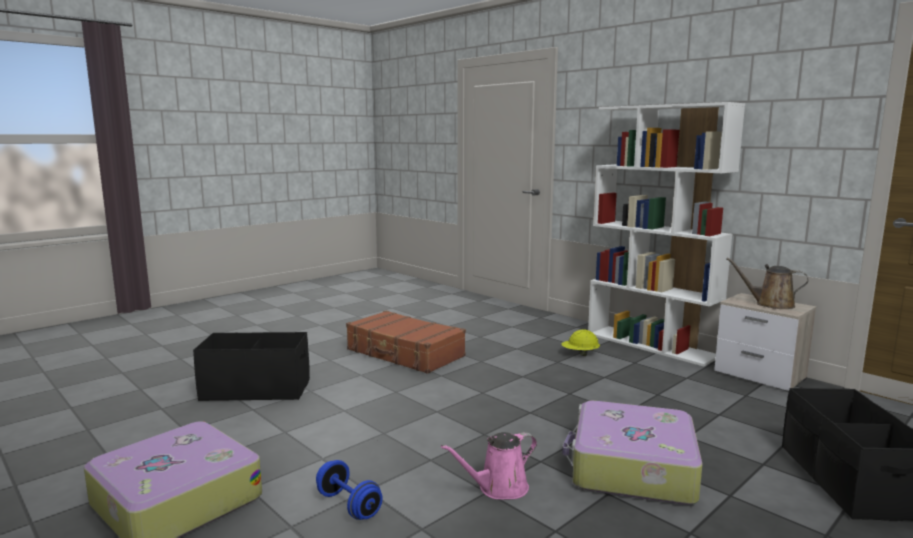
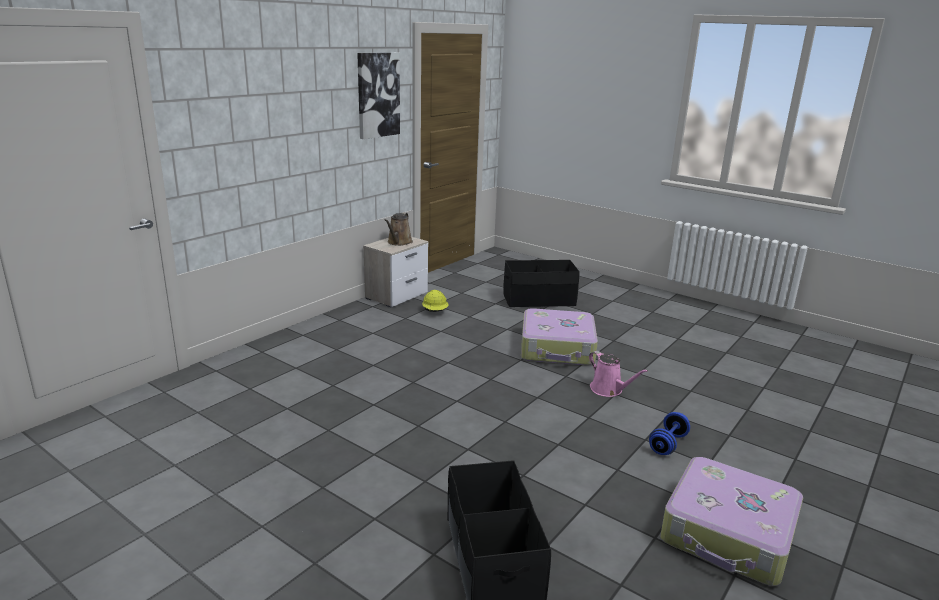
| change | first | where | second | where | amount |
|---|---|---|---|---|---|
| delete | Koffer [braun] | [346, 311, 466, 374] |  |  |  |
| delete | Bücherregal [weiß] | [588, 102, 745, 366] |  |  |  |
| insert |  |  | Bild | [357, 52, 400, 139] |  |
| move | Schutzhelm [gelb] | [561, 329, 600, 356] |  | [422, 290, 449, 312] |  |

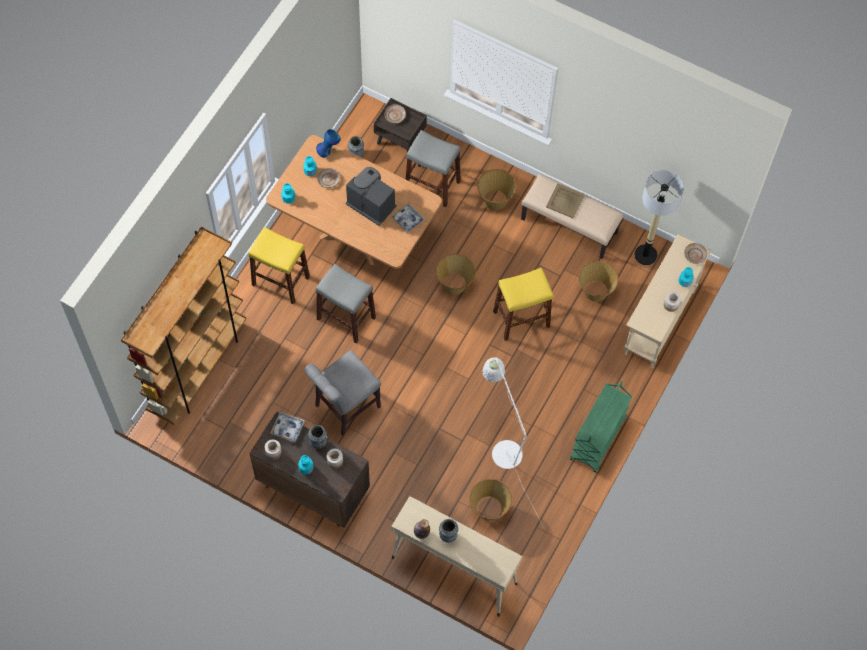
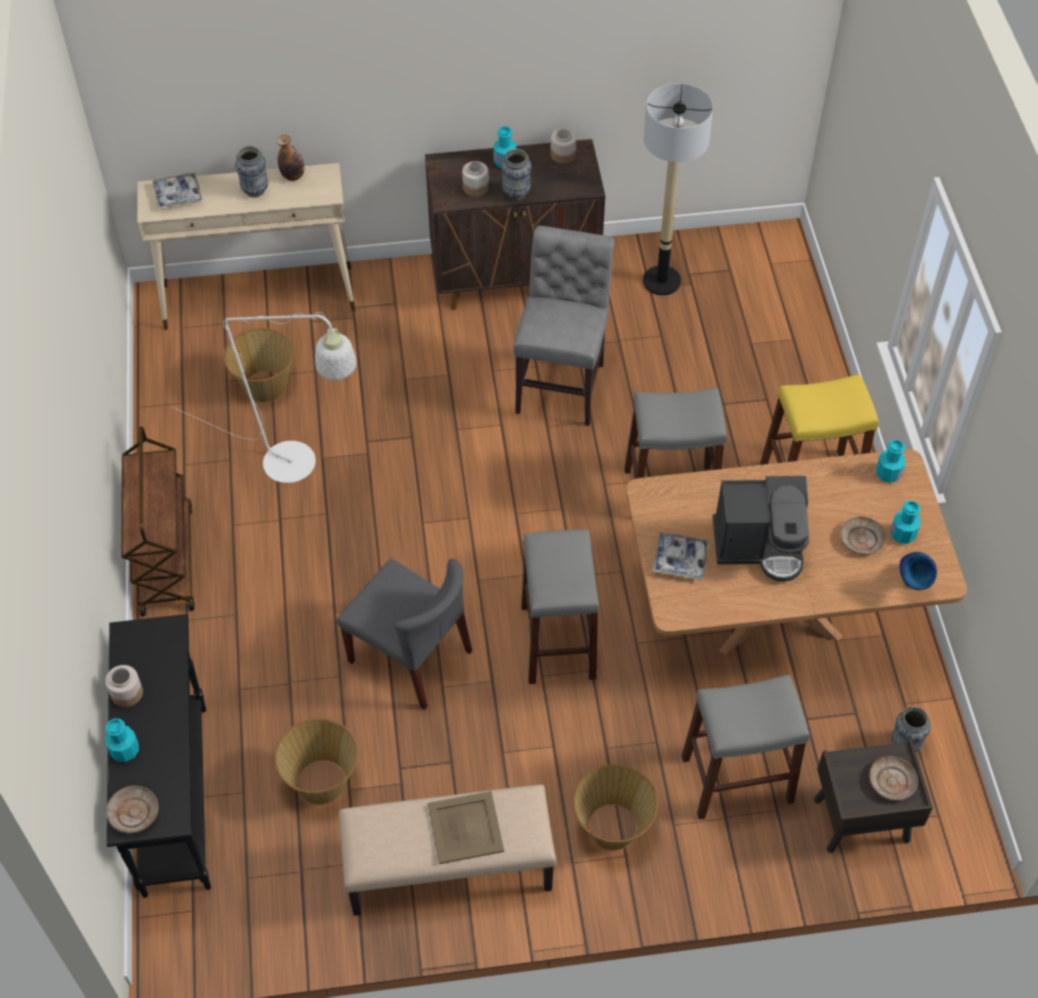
| change | first | where | second | where | amount |
|---|---|---|---|---|---|
| delete | Bücherregal [braun] | [121, 226, 246, 425] |  |  |  |
| move | Tablett | [270, 412, 305, 443] |  | [152, 172, 202, 209] |  |
| move | Stehlampe | [635, 170, 684, 265] |  | [643, 83, 713, 295] |  |
| replace | Korb | [436, 254, 476, 295] | Hocker [grau] | [521, 529, 600, 684] |  |
| replace | Hocker [gelb] | [493, 268, 553, 341] | Stuhl [grau] | [337, 559, 472, 710] |  |
| recolor | Rollwagen [grün] | [570, 381, 632, 473] | Rollwagen [braun] | [121, 426, 195, 616] |  |
| recolor | Konsolentisch [beige] | [624, 234, 712, 368] | Konsolentisch [schwarz] | [107, 614, 211, 898] |  |

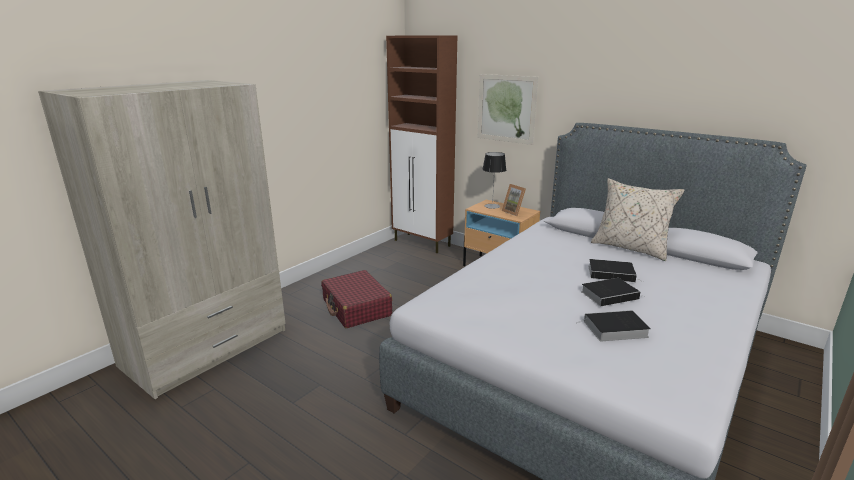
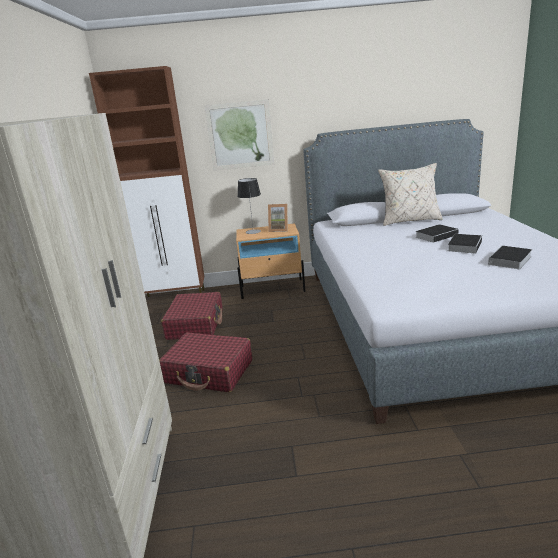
| change | first | where | second | where | amount |
|---|---|---|---|---|---|
| insert |  |  | Koffer [rot] | [161, 292, 223, 340] |  |

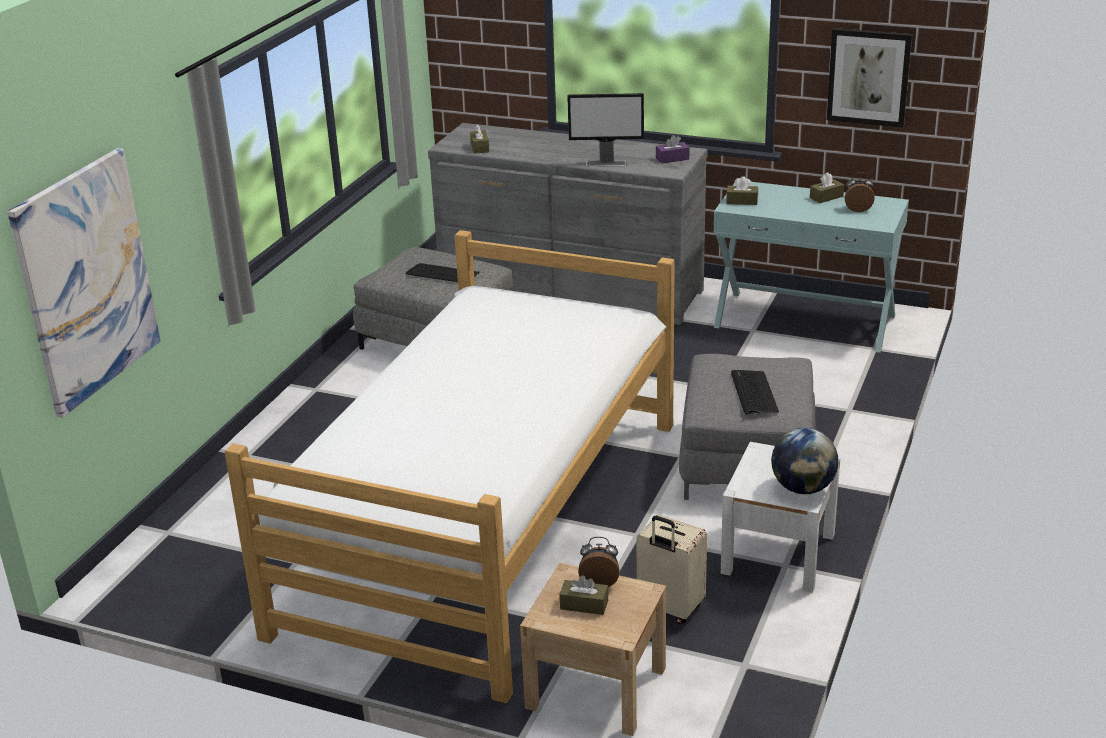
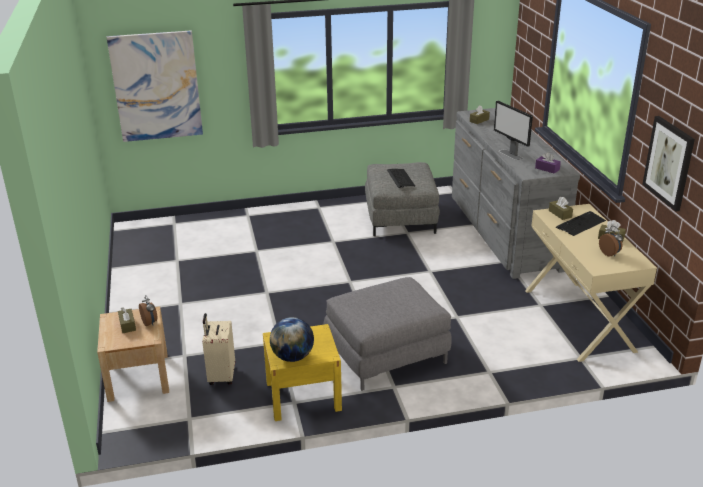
| change | first | where | second | where | amount |
|---|---|---|---|---|---|
| delete | Bett | [225, 230, 675, 703] |  |  |  |
| move | Tastatur | [731, 370, 779, 414] |  | [556, 211, 606, 236] |  |
| recolor | Konsolentisch [türkis] | [713, 182, 909, 353] | Konsolentisch [beige] | [525, 204, 657, 362] |  |
| recolor | Nachttisch [weiß] | [721, 442, 840, 593] | Nachttisch [gelb] | [263, 324, 342, 421] |  |

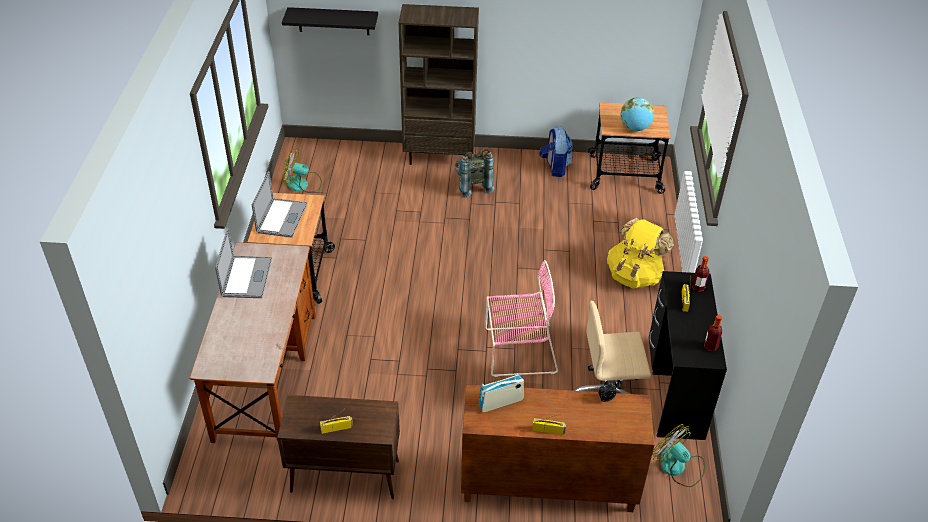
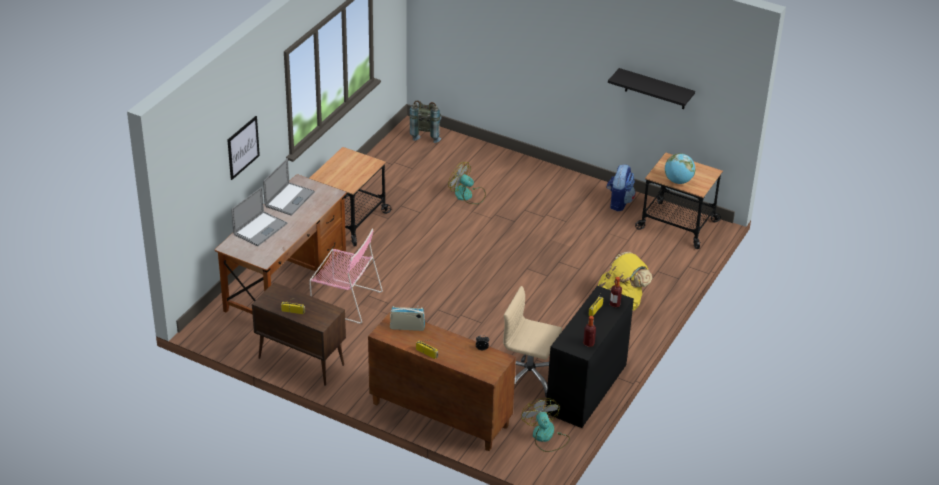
| change | first | where | second | where | amount |
|---|---|---|---|---|---|
| delete | Bücherregal [braun] | [398, 4, 479, 165] |  |  |  |
| insert |  |  | Bild | [228, 116, 260, 180] |  |
| move | Laptop | [252, 171, 307, 237] |  | [231, 187, 287, 246] |  |
| move | Wandregal [schwarz] | [282, 7, 378, 35] |  | [608, 68, 695, 109] |  |
| move | Ventilator | [282, 149, 322, 193] |  | [448, 162, 486, 204] |  |
| move | Rucksack [grau] | [455, 149, 495, 197] |  | [410, 100, 442, 143] |  |
| move | Stuhl [rosa] | [485, 260, 558, 377] |  | [309, 229, 383, 324] |  |

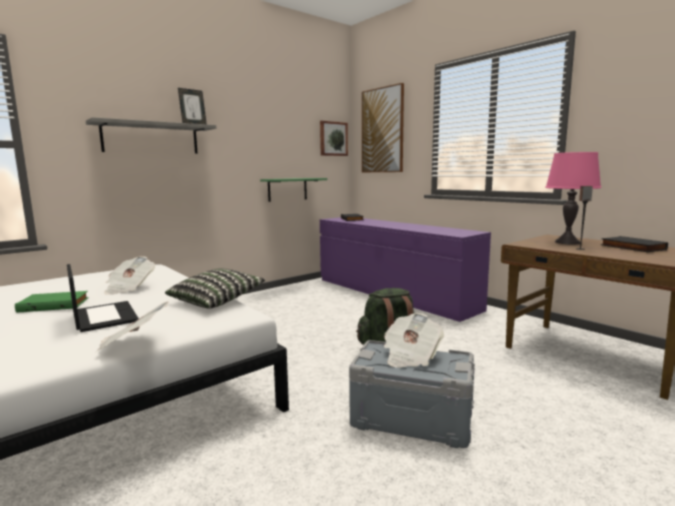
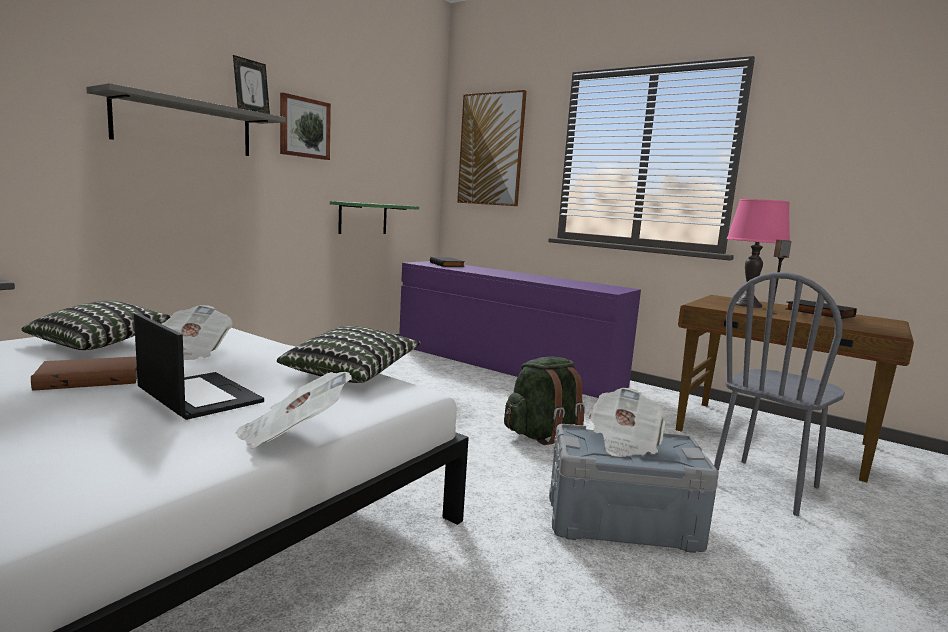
| change | first | where | second | where | amount |
|---|---|---|---|---|---|
| insert |  |  | Kissen | [22, 301, 171, 350] |  |
| insert |  |  | Stuhl [grau] | [714, 272, 845, 516] |  |
| move | Bild | [320, 121, 348, 156] |  | [280, 93, 331, 160] |  |
| recolor | Buch [grün] | [15, 291, 89, 313] | Buch [braun] | [31, 357, 137, 391] |  |

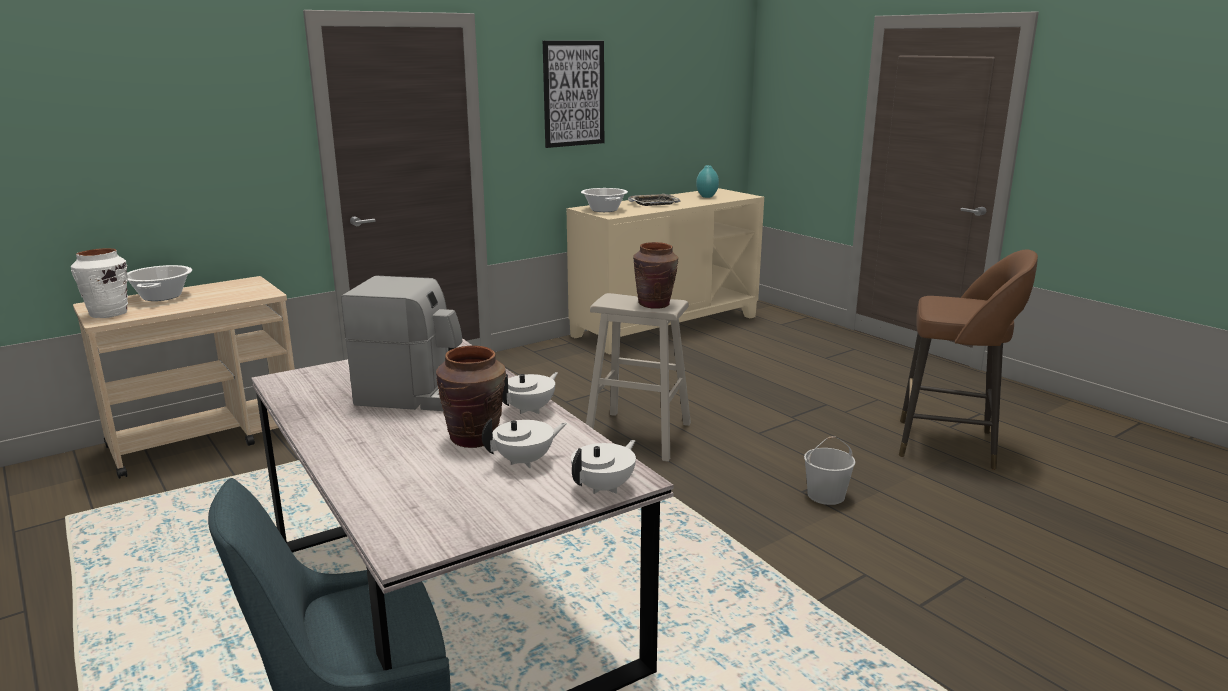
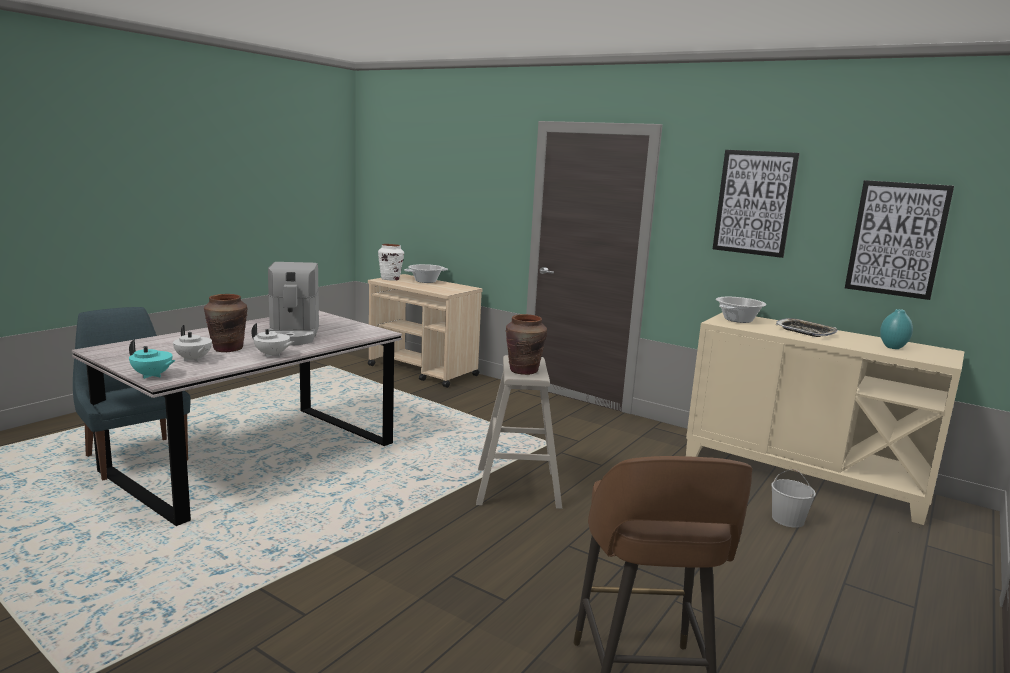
| change | first | where | second | where | amount |
|---|---|---|---|---|---|
| insert |  |  | Bild | [845, 180, 954, 300] |  |
| move | Eimer [weiß] | [804, 436, 855, 505] |  | [771, 469, 816, 528] |  |
| recolor | Teekanne [weiß] | [571, 440, 636, 494] | Teekanne [türkis] | [129, 340, 175, 379] |  |

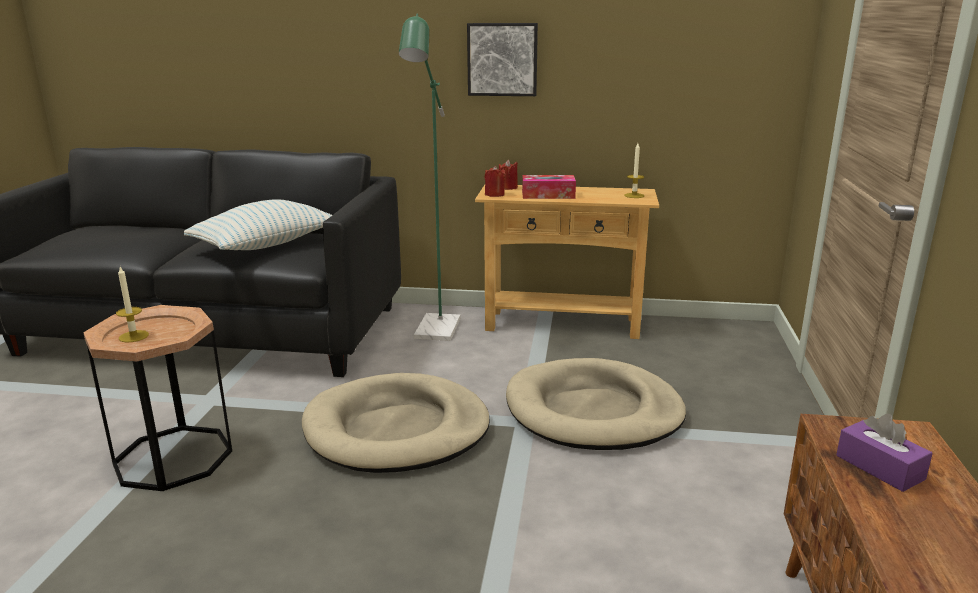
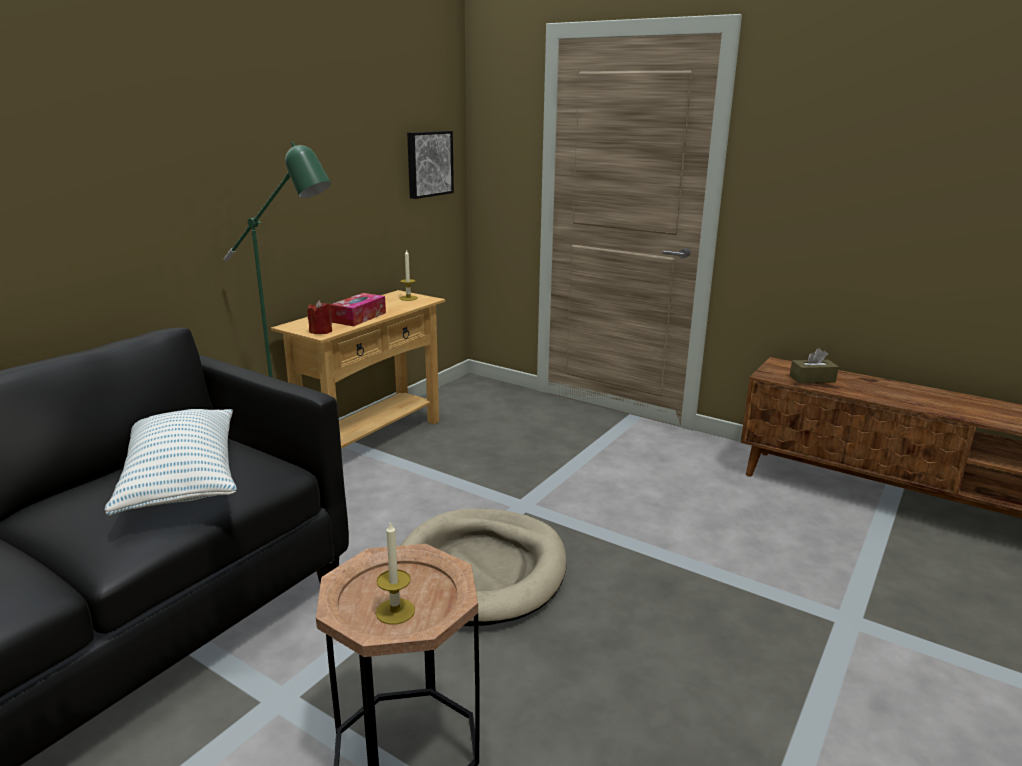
| change | first | where | second | where | amount |
|---|---|---|---|---|---|
| delete | Kerze [rot] | [499, 160, 518, 190] |  |  |  |
| delete | Hundebett [beige] | [506, 358, 686, 450] |  |  |  |
| move | Bild | [467, 23, 538, 96] |  | [407, 131, 454, 199] |  |
| recolor | Taschentuchbox [lila] | [836, 414, 933, 492] | Taschentuchbox [braun] | [790, 348, 839, 383] |  |

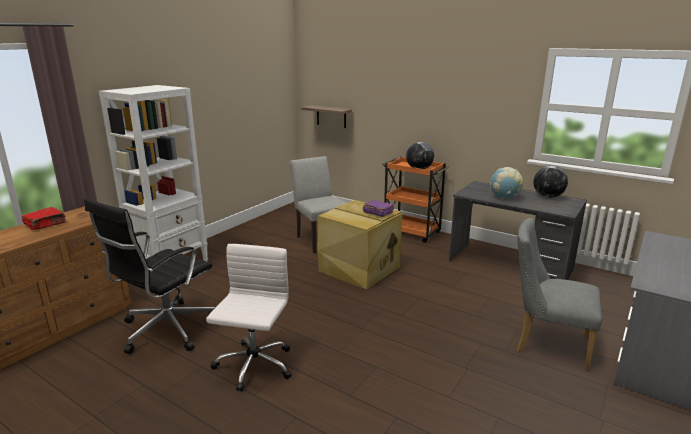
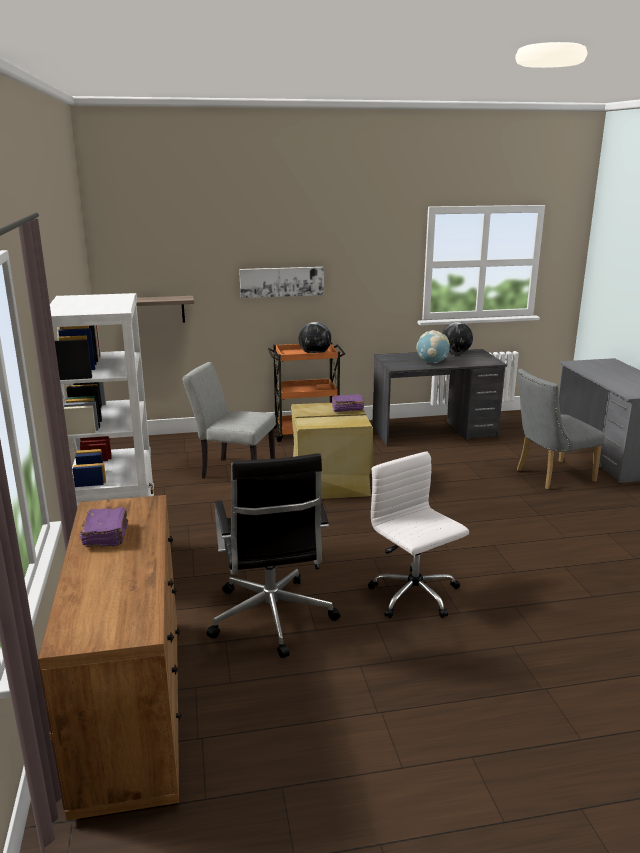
| change | first | where | second | where | amount |
|---|---|---|---|---|---|
| insert |  |  | Bild | [239, 267, 324, 298] |  |
| recolor | Buch [rot] | [21, 207, 66, 230] | Buch [lila] | [80, 507, 128, 547] |  |

